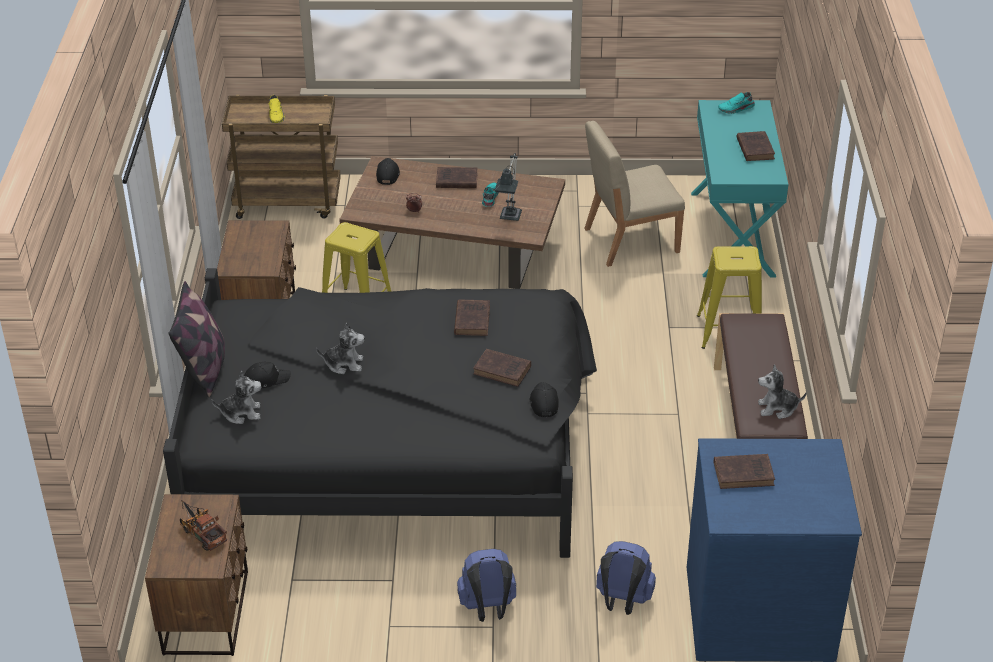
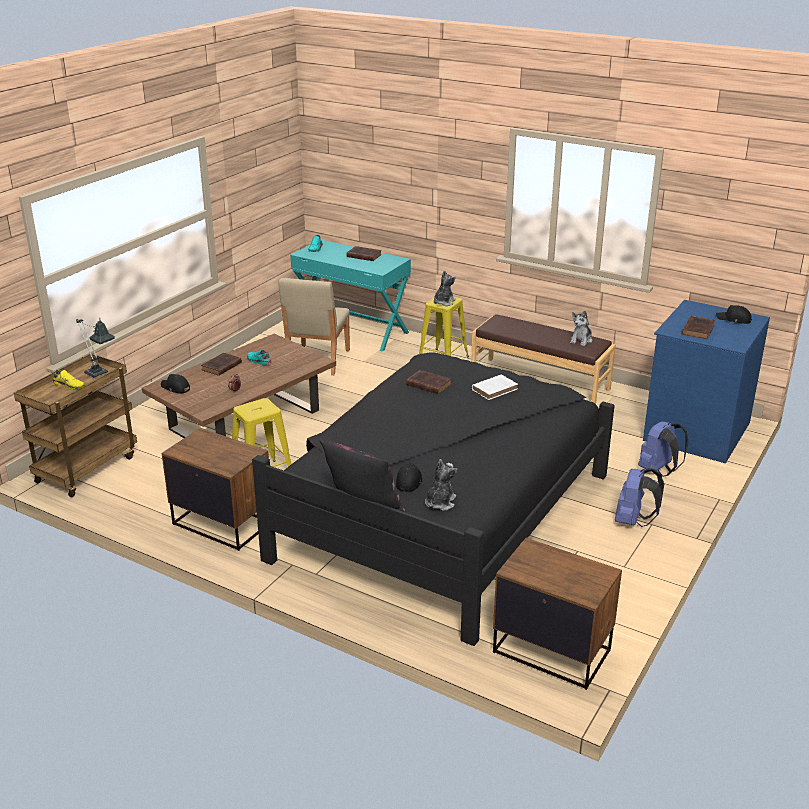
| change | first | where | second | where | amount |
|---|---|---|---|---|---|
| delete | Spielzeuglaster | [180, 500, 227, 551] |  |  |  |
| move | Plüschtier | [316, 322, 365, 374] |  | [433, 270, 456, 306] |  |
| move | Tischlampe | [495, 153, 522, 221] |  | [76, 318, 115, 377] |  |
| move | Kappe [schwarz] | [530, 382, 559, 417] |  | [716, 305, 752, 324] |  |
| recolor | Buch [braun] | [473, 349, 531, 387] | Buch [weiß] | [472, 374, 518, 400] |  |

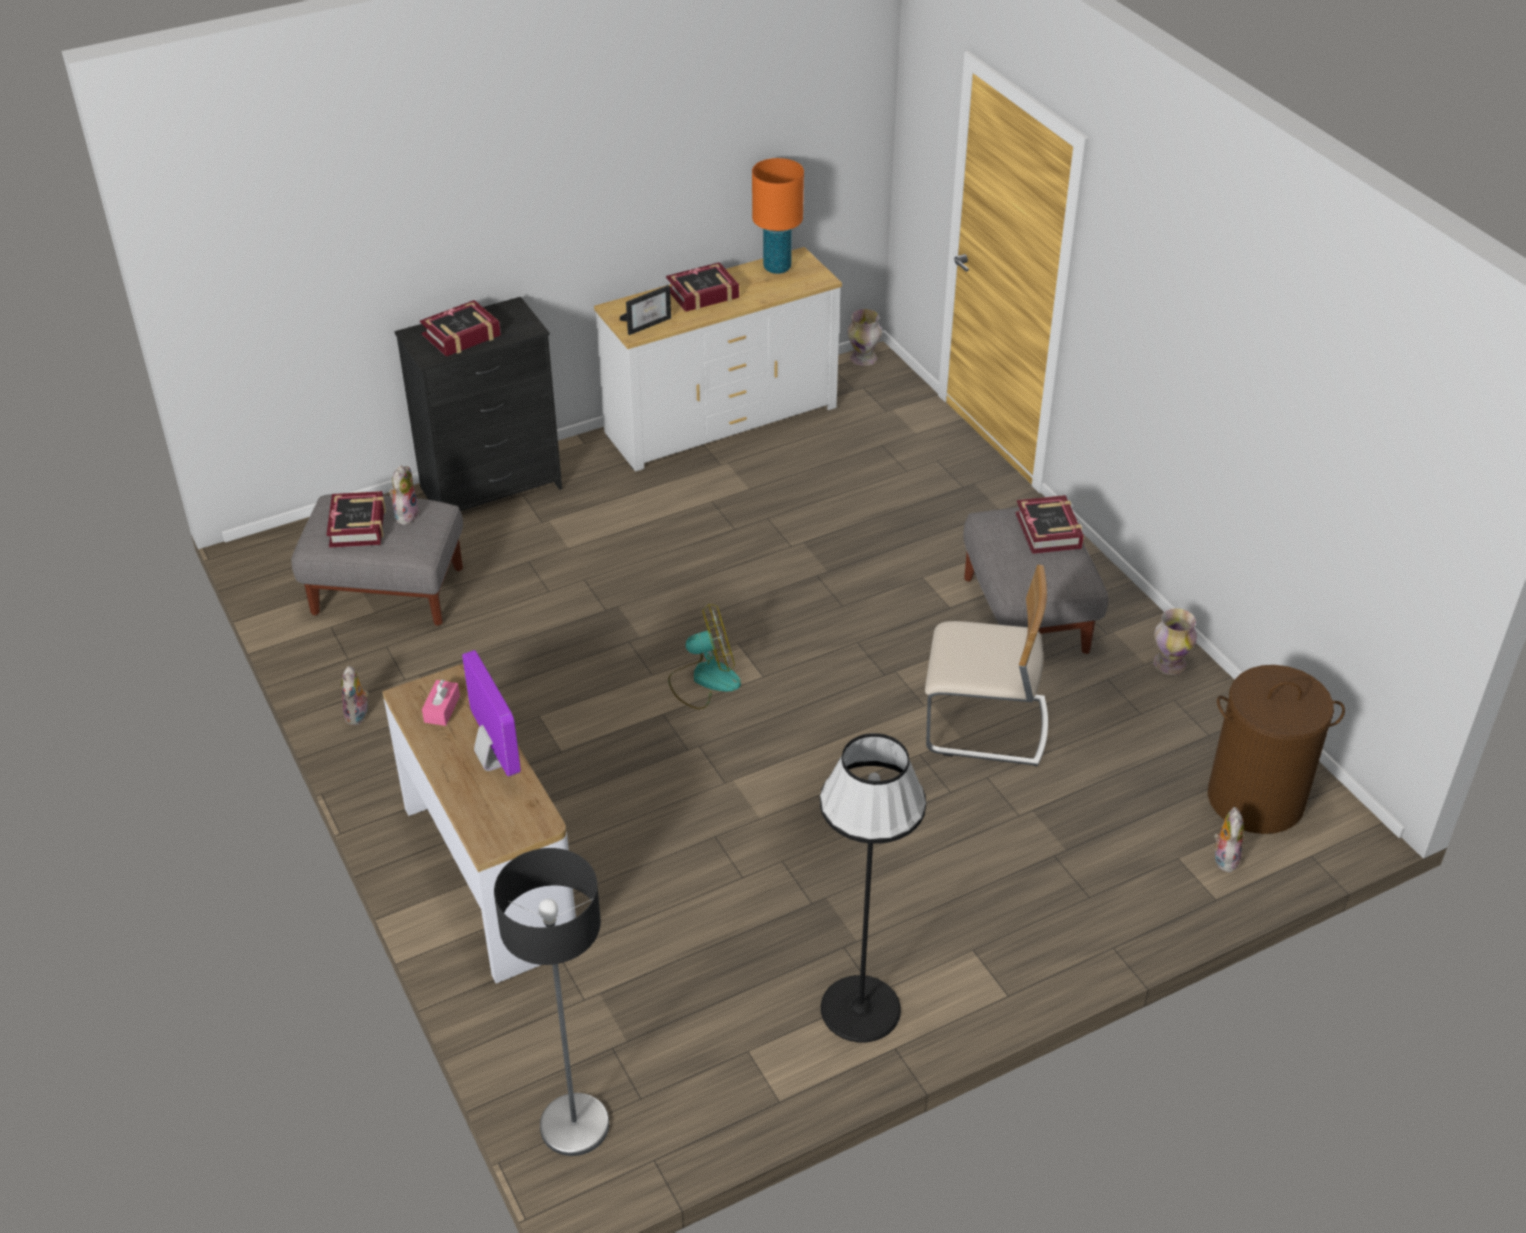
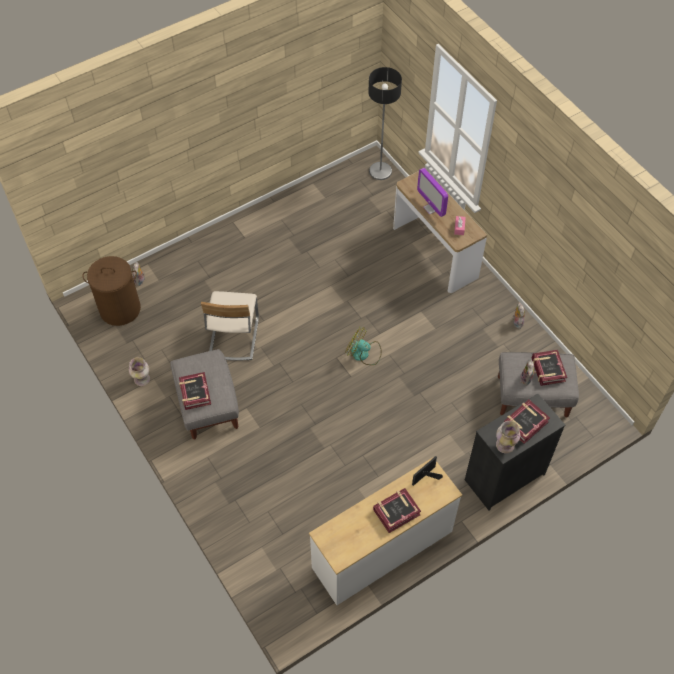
| change | first | where | second | where | amount |
|---|---|---|---|---|---|
| delete | Tischlampe [orange] | [752, 158, 804, 274] |  |  |  |
| delete | Stehlampe [schwarz] | [820, 733, 926, 1042] |  |  |  |
| move | Vase | [847, 309, 882, 366] |  | [496, 421, 520, 453] |  |
| rotate | Ventilator | [668, 604, 741, 709] |  | [345, 327, 382, 365] | 45 degrees clockwise |
| rotate | Stuhl [beige] | [925, 565, 1048, 766] |  | [201, 291, 259, 361] | 90 degrees counterclockwise |

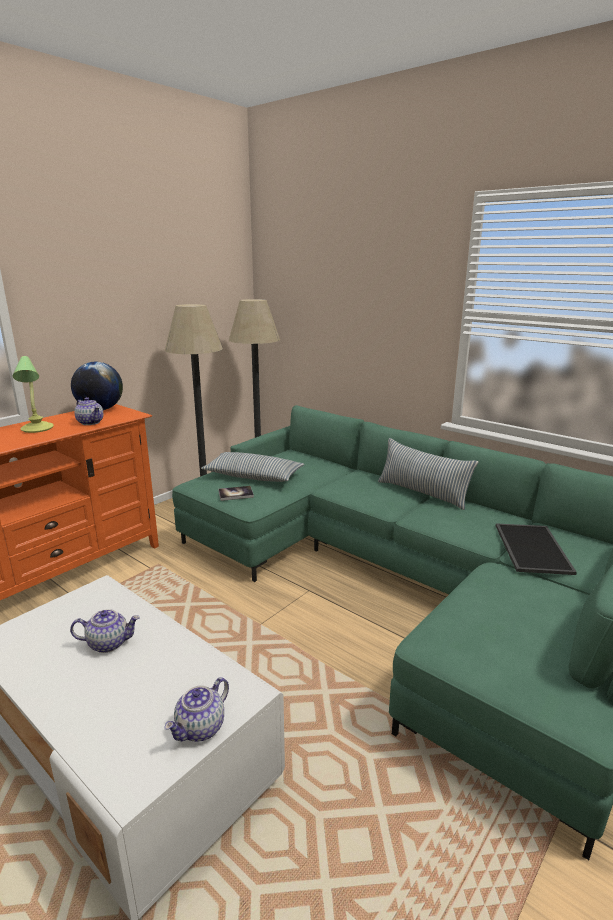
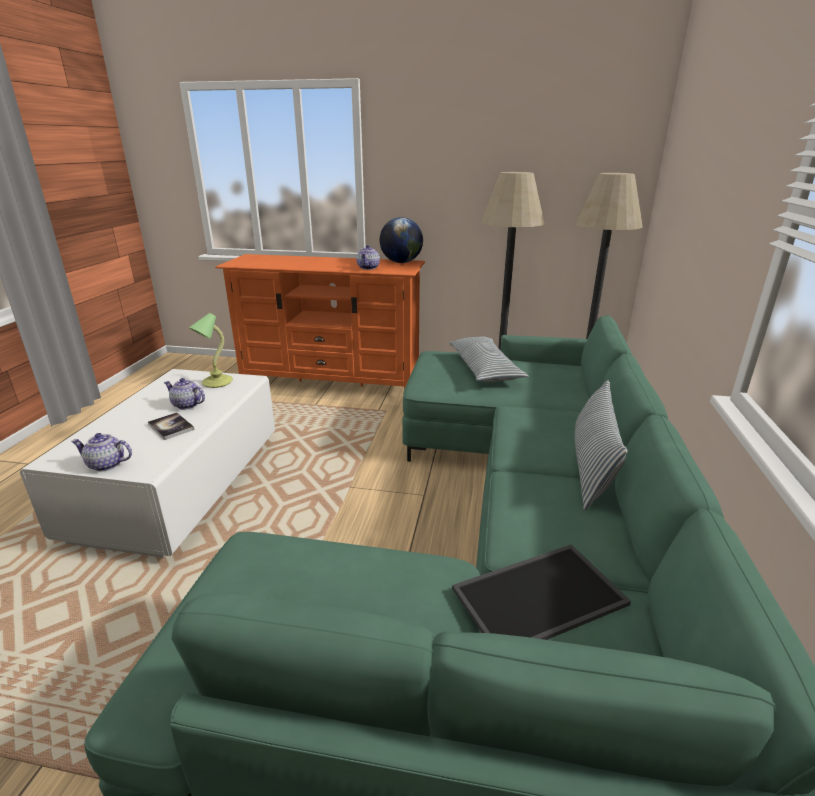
| change | first | where | second | where | amount |
|---|---|---|---|---|---|
| move | Tischlampe | [13, 356, 54, 433] |  | [189, 313, 233, 388] |  |
| move | Buch | [218, 486, 254, 501] |  | [148, 412, 194, 440] |  |
| rotate | Teekanne | [70, 609, 140, 653] |  | [164, 378, 205, 410] | 150 degrees clockwise |

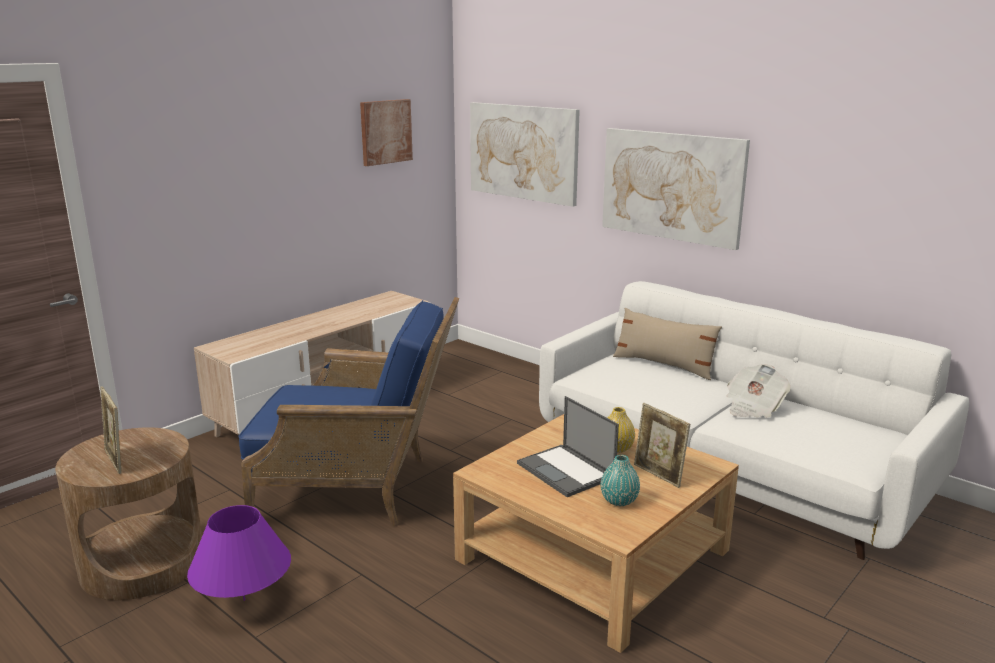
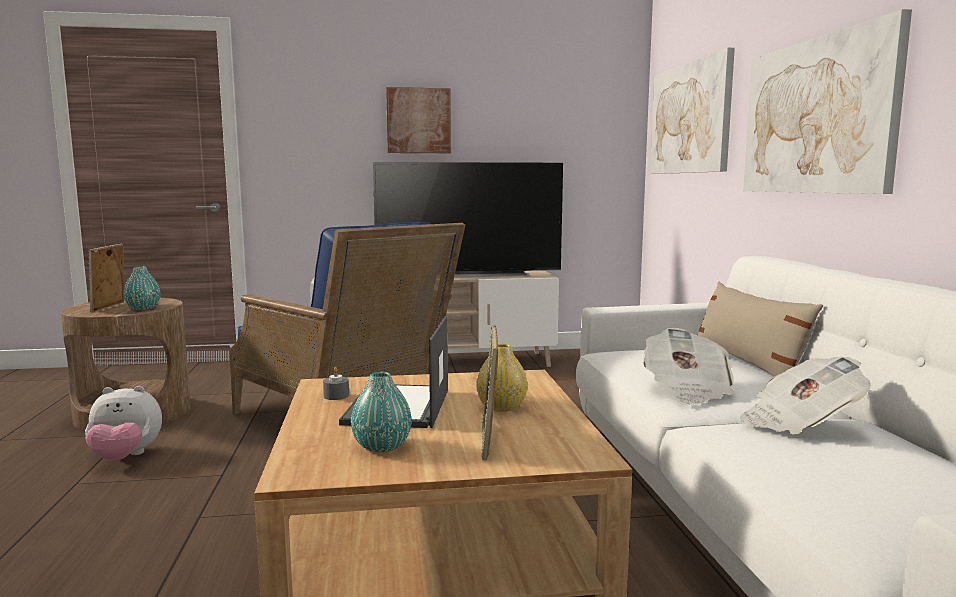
| change | first | where | second | where | amount |
|---|---|---|---|---|---|
| insert |  |  | Vase [türkis] | [123, 266, 161, 310] |  |
| insert |  |  | Kerze [grau] | [323, 367, 349, 400] |  |
| insert |  |  | Fernseher | [373, 162, 563, 277] |  |
| insert |  |  | Zeitung | [643, 328, 734, 404] |  |
| move | Bild | [360, 99, 413, 166] |  | [386, 87, 451, 153] |  |
| replace | Tischlampe [lila] | [187, 505, 291, 601] | Plüschtier | [85, 386, 162, 461] |  |

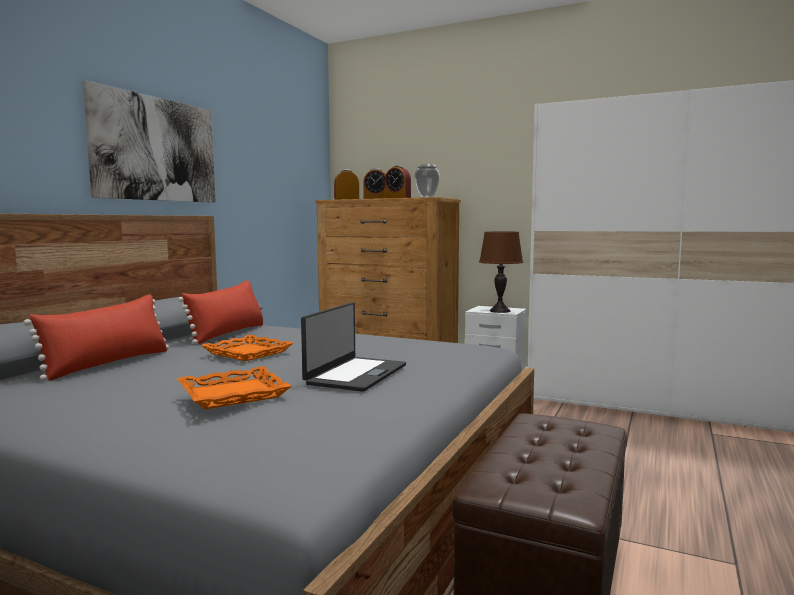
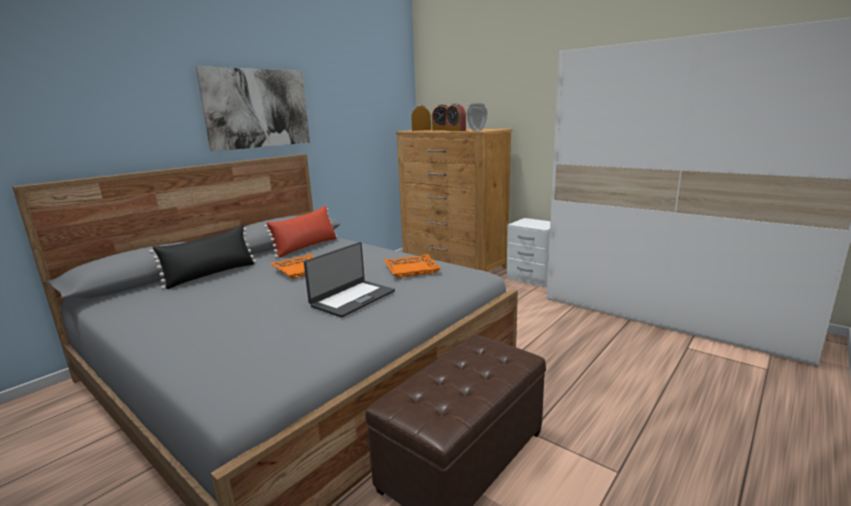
| change | first | where | second | where | amount |
|---|---|---|---|---|---|
| delete | Tischlampe [braun] | [479, 232, 523, 313] |  |  |  |
| move | Tablett [orange] | [177, 366, 292, 409] |  | [384, 254, 441, 278] |  |
| recolor | Kissen [rot] | [23, 294, 169, 381] | Kissen [schwarz] | [149, 225, 256, 290] |  |

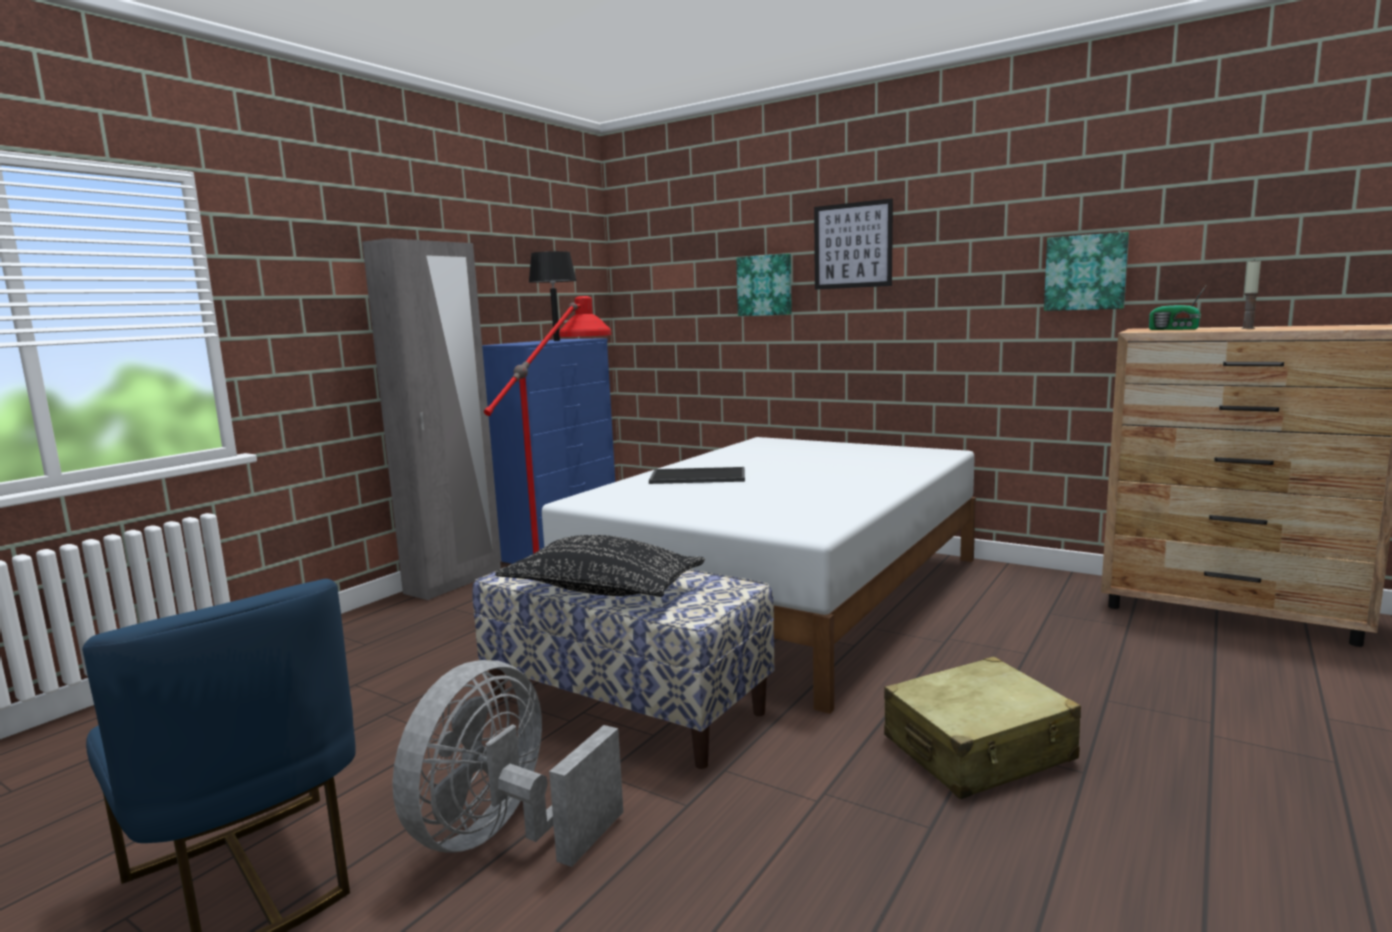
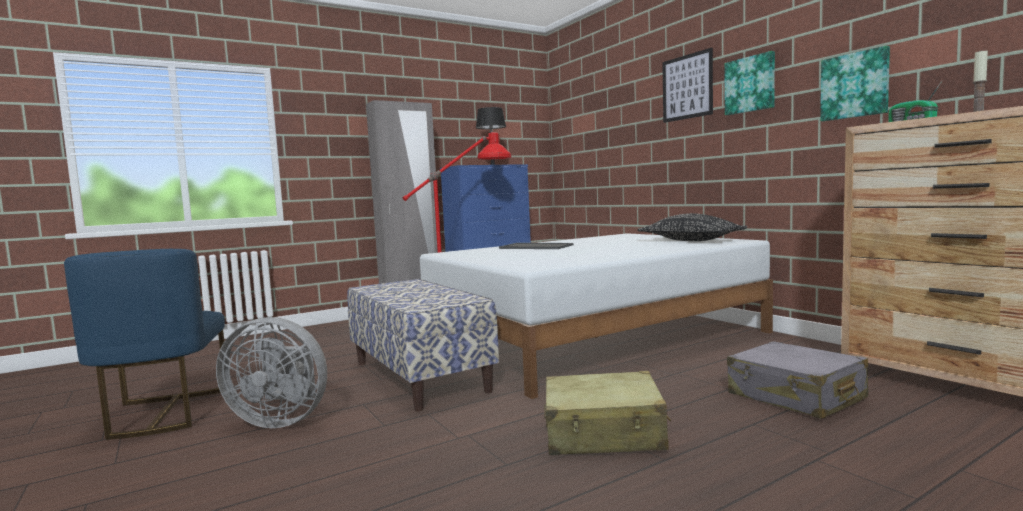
| change | first | where | second | where | amount |
|---|---|---|---|---|---|
| insert |  |  | Koffer [grau] | [727, 341, 868, 419] |  |
| move | Kissen [schwarz] | [495, 535, 705, 597] |  | [637, 213, 747, 241] |  |
| move | Bild | [736, 253, 792, 316] |  | [725, 51, 775, 115] |  |
| rotate | Ventilator [grau] | [392, 660, 623, 867] |  | [216, 317, 327, 428] | 135 degrees counterclockwise |

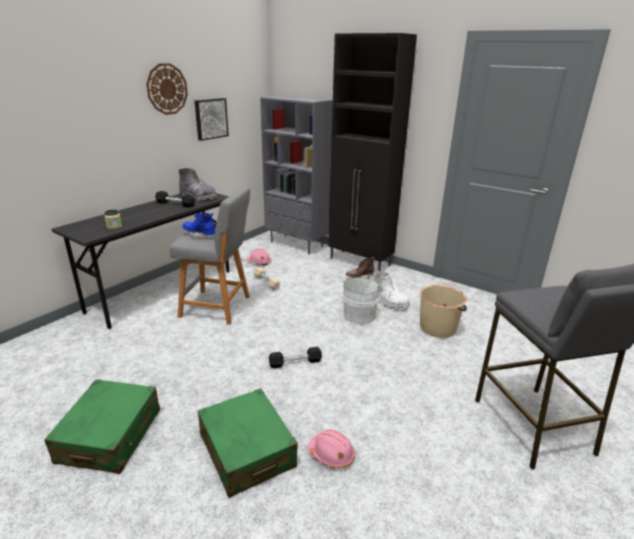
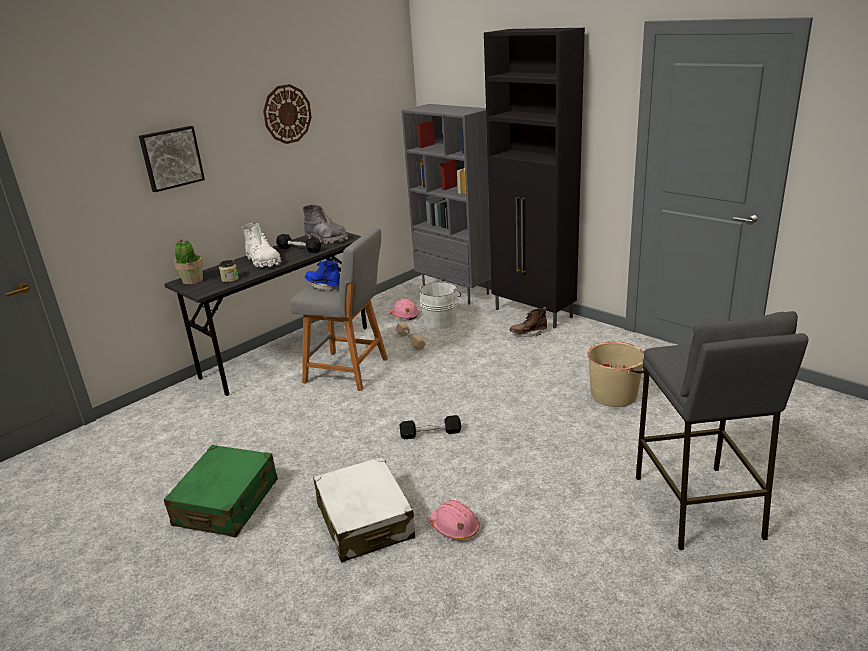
| change | first | where | second | where | amount |
|---|---|---|---|---|---|
| insert |  |  | Topfpflanze | [174, 238, 204, 284] |  |
| move | Bild | [195, 98, 229, 141] |  | [139, 126, 205, 192] |  |
| move | Eimer [weiß] | [342, 277, 382, 324] |  | [420, 282, 461, 329] |  |
| move | Stiefel [weiß] | [374, 271, 410, 310] |  | [242, 223, 281, 268] |  |
| recolor | Koffer [grün] | [198, 388, 298, 498] | Koffer [weiß] | [313, 457, 415, 563] |  |

